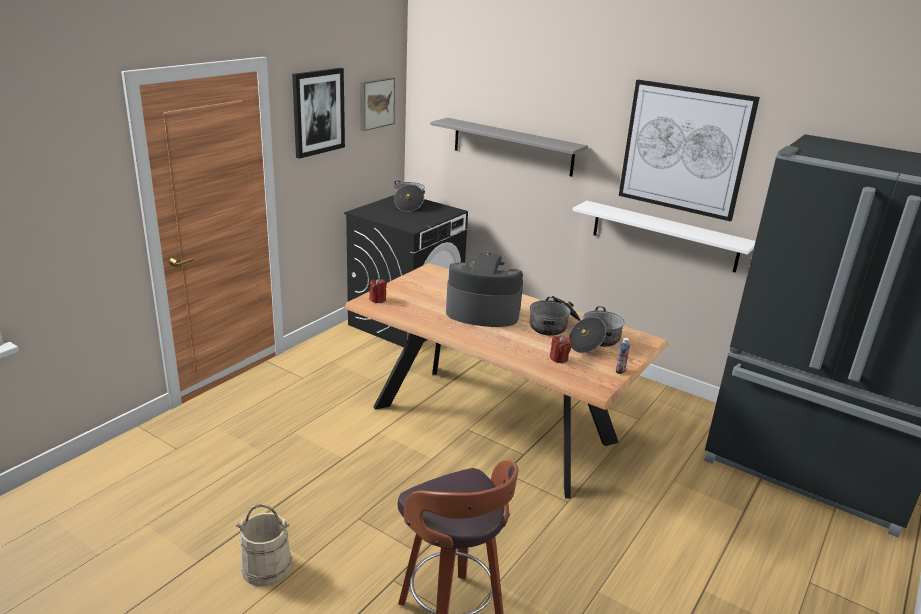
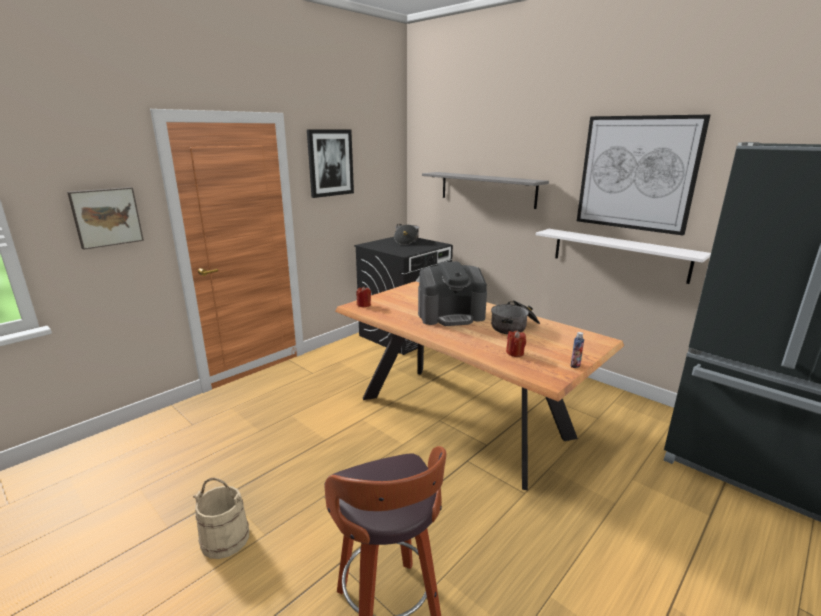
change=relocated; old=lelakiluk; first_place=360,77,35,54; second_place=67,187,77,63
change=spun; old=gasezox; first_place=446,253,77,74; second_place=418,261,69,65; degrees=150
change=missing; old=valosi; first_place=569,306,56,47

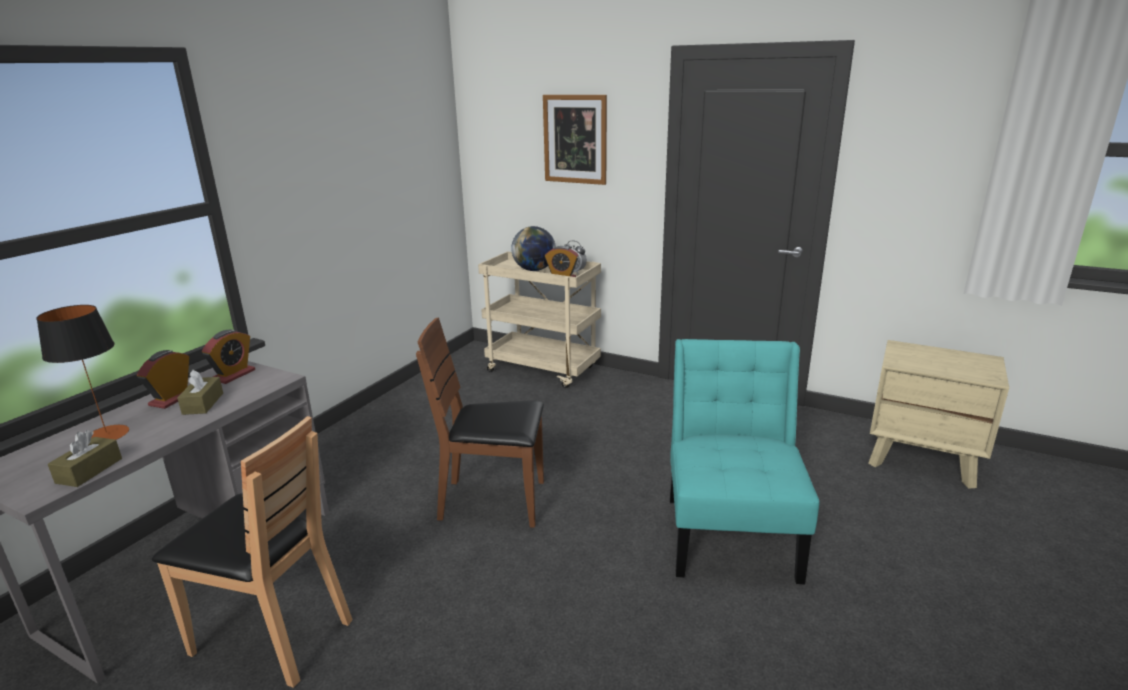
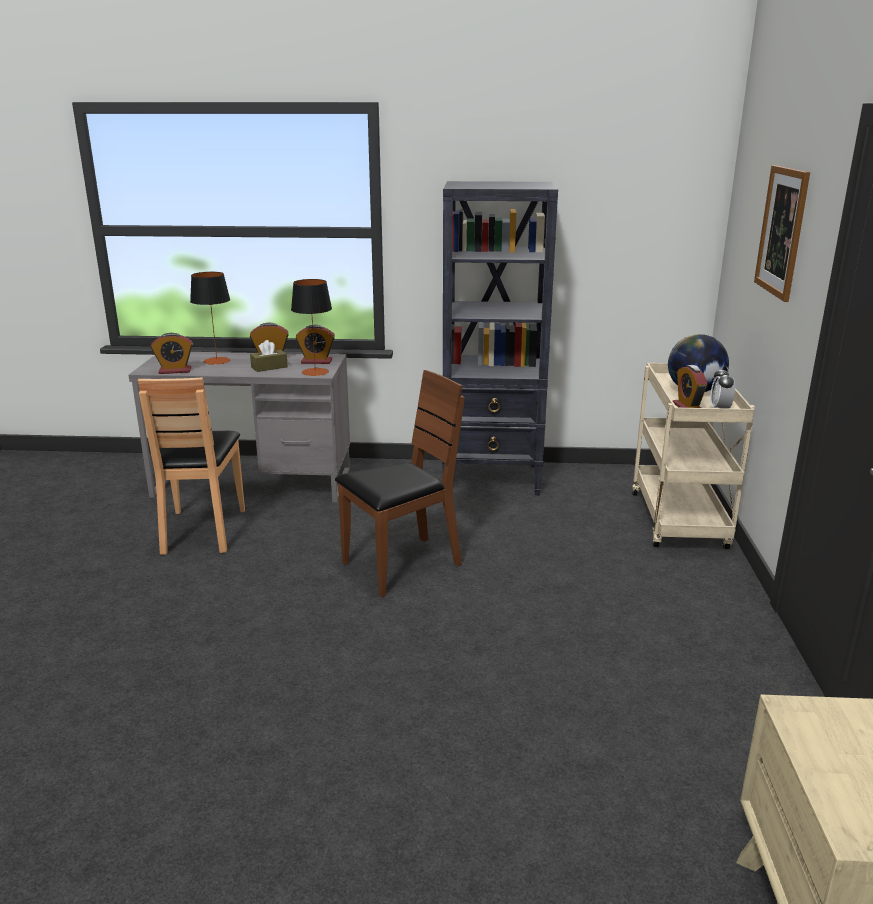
change=exchanged; old=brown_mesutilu; new=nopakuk; first_place=48,430,74,57; second_place=151,333,42,41
change=appeared; new=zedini; second_place=291,279,41,97
change=spun; old=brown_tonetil; first_place=416,317,128,211; second_place=335,370,130,227; degrees=75
change=appeared; new=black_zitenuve; second_place=442,181,116,315
change=missing; old=turquoise_tonetil; first_place=670,339,149,245

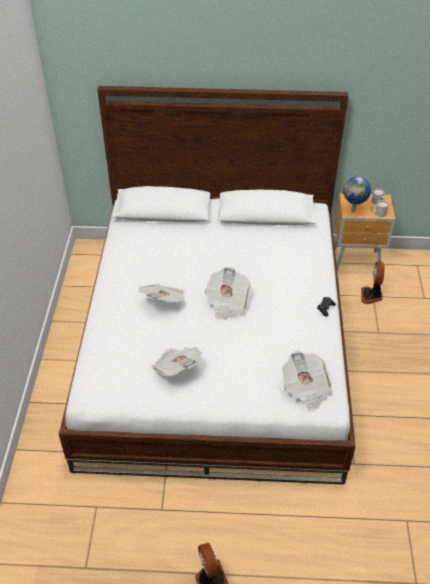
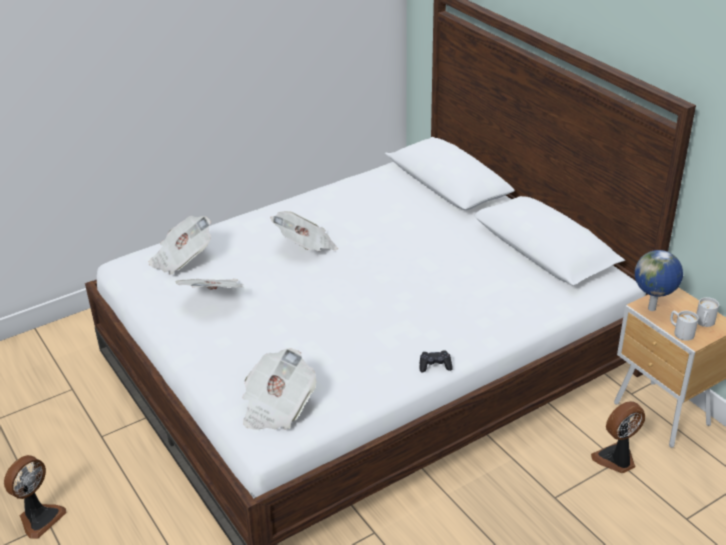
change=relocated; old=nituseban; first_place=205,267,46,53; second_place=149,216,62,59

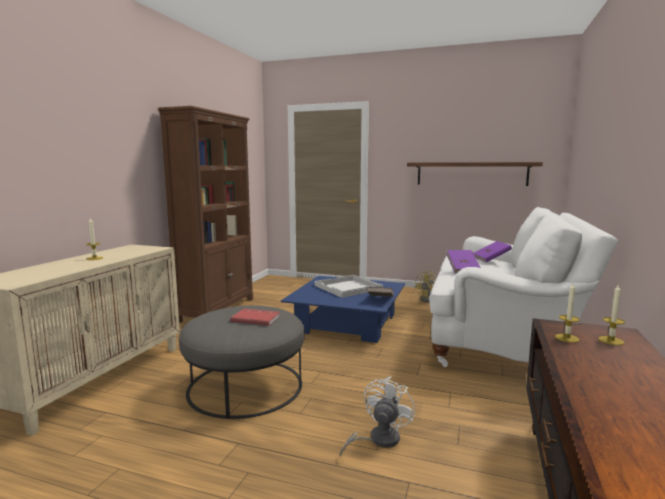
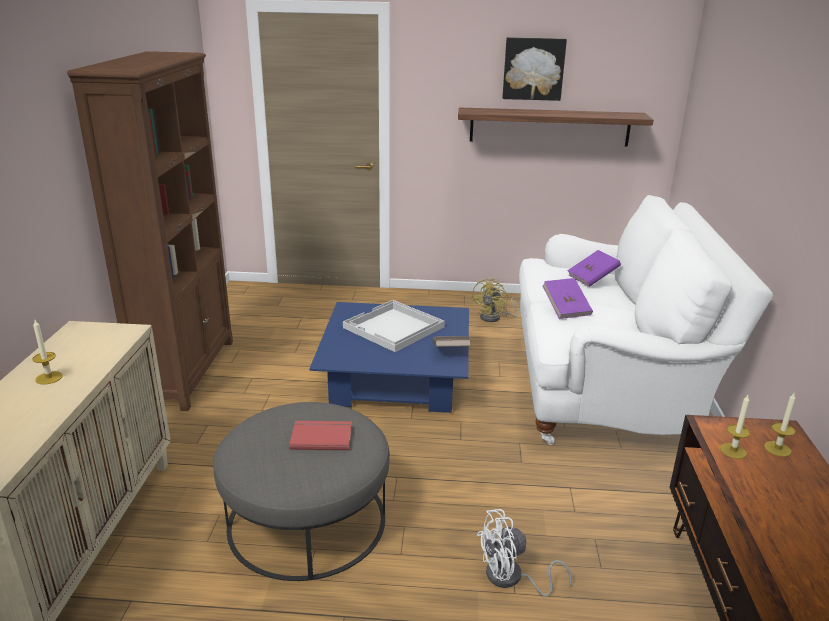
change=spun; old=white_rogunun; first_place=339,376,76,81; second_place=477,509,95,88; degrees=-120
change=appeared; new=lelakiluk; second_place=502,37,65,64

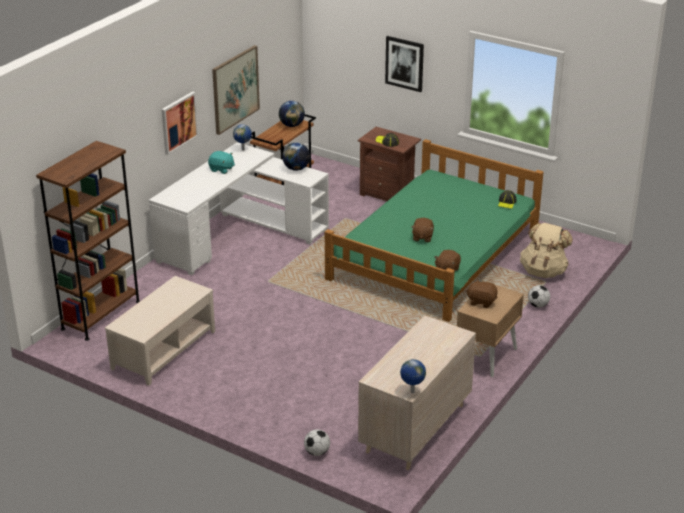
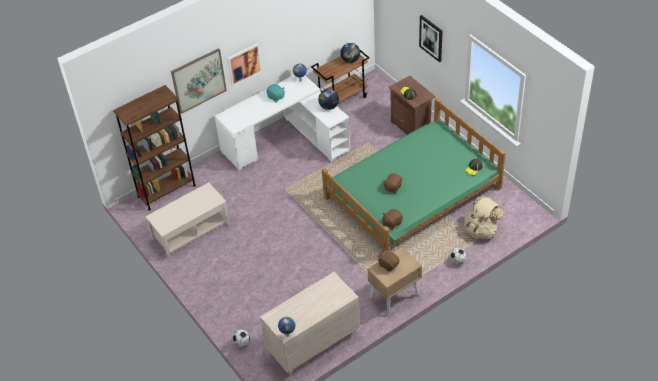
change=relocated; old=lelakiluk; first_place=212,45,48,90; second_place=171,48,56,66

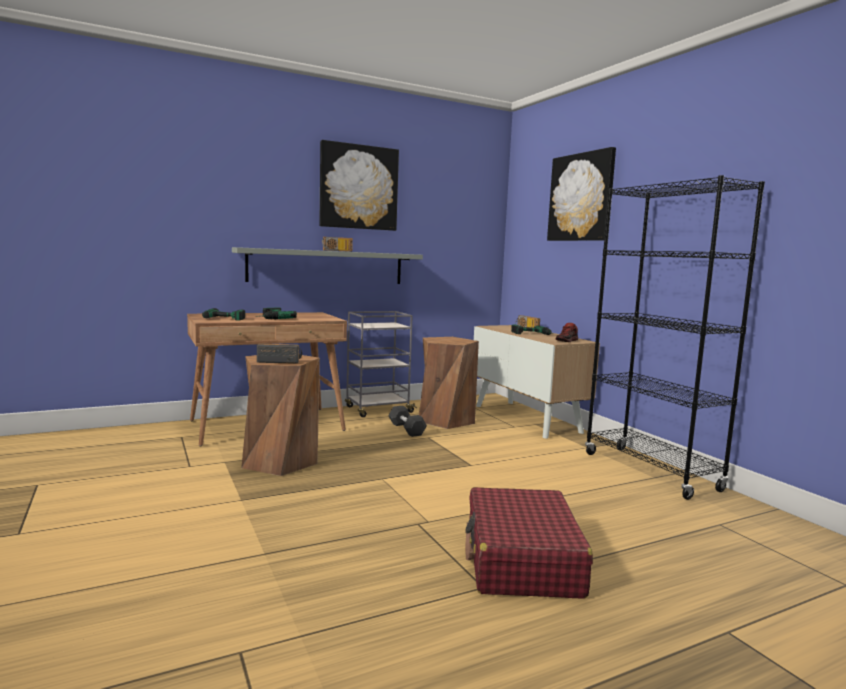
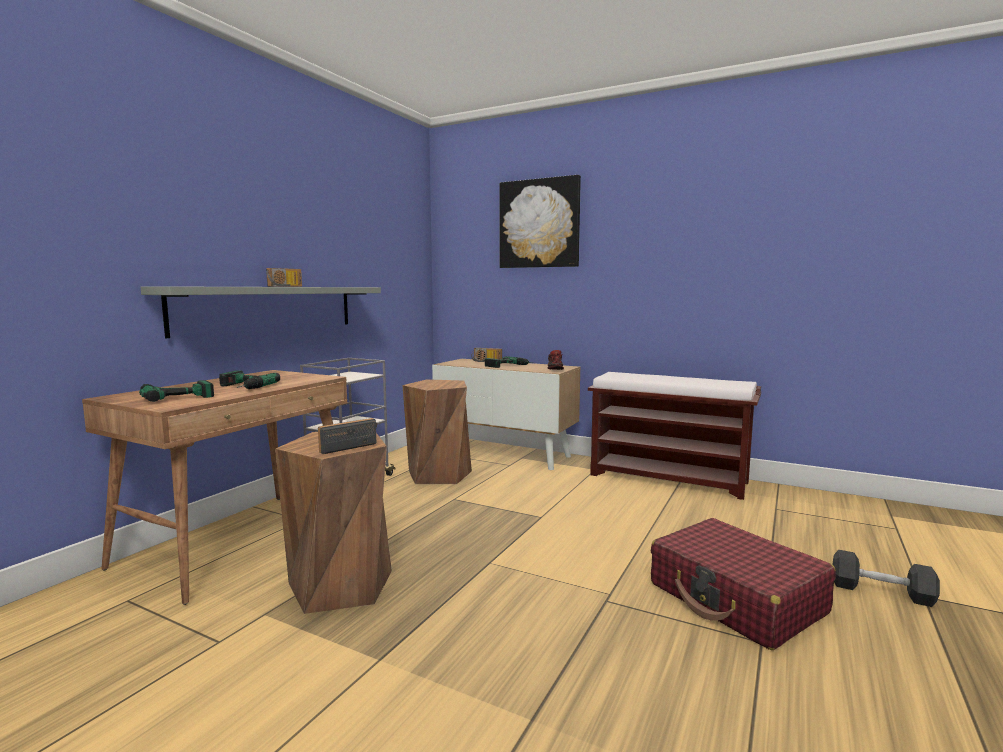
change=exchanged; old=black_zitenuve; new=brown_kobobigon; first_place=585,175,180,325; second_place=588,372,173,128
change=relocated; old=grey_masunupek; first_place=388,406,39,31; second_place=833,550,107,57
change=missing; old=lelakiluk; first_place=319,140,80,91

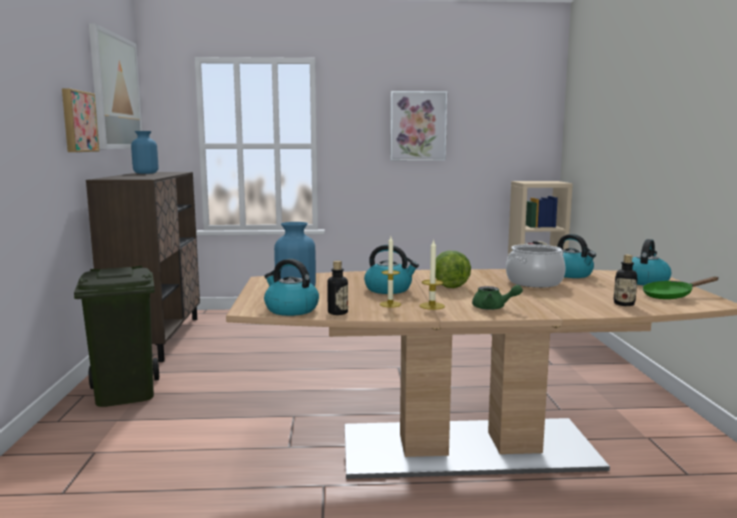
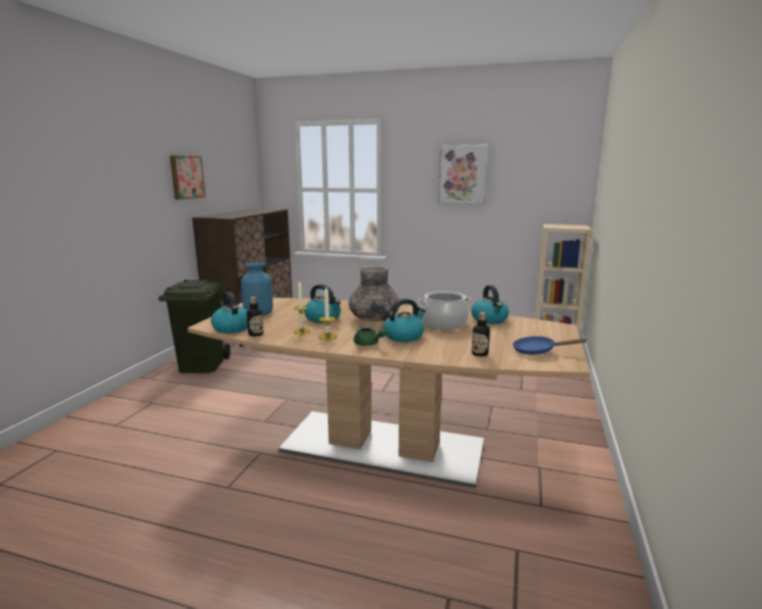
change=exchanged; old=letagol; new=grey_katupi; first_place=435,251,36,37; second_place=348,265,51,57
change=relocated; old=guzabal; first_place=632,239,39,47; second_place=383,299,42,43
change=colour; old=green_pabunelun; new=blue_pabunelun; first_place=642,277,77,22; second_place=513,336,74,19
change=missing; old=lelakiluk; first_place=89,23,53,126
change=missing; old=blue_katupi; first_place=131,131,27,43

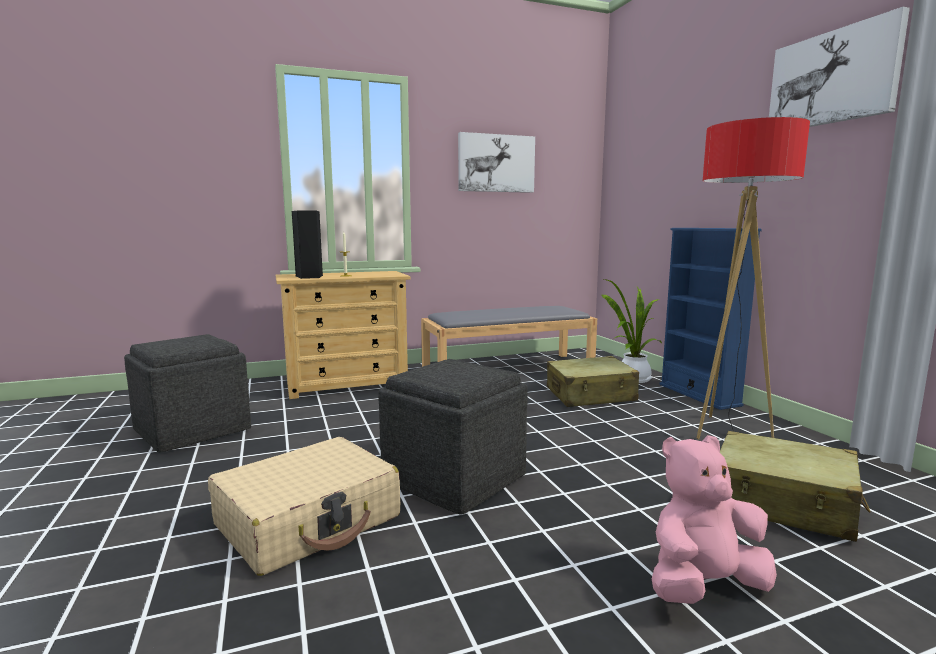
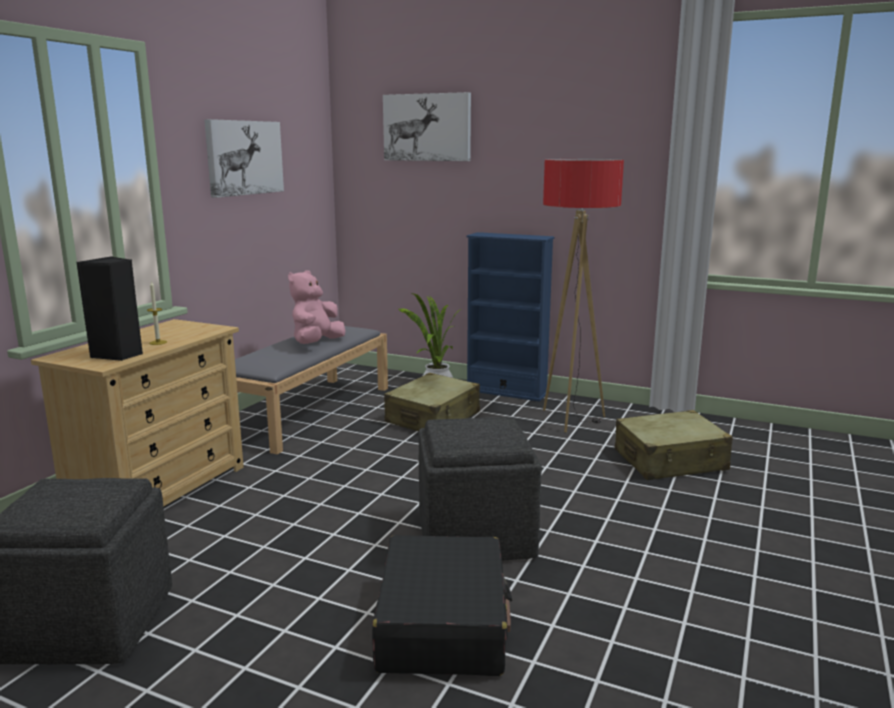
change=relocated; old=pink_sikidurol; first_place=652,435,125,169; second_place=288,270,57,74
change=colour; old=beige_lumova; new=black_lumova; first_place=208,437,192,139; second_place=372,535,140,141
change=relocated; old=lelakiluk; first_place=769,7,141,120; second_place=383,92,88,69

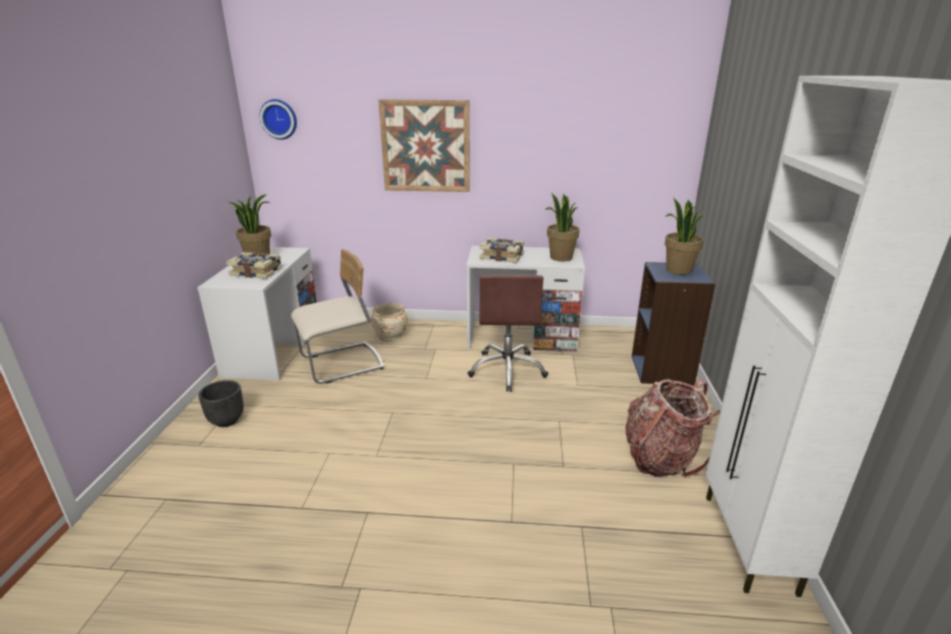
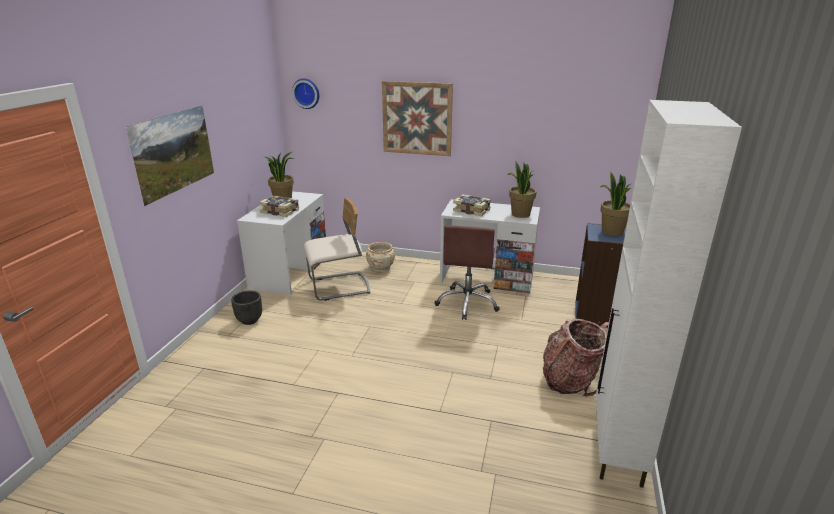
change=appeared; new=lelakiluk; second_place=126,105,88,101

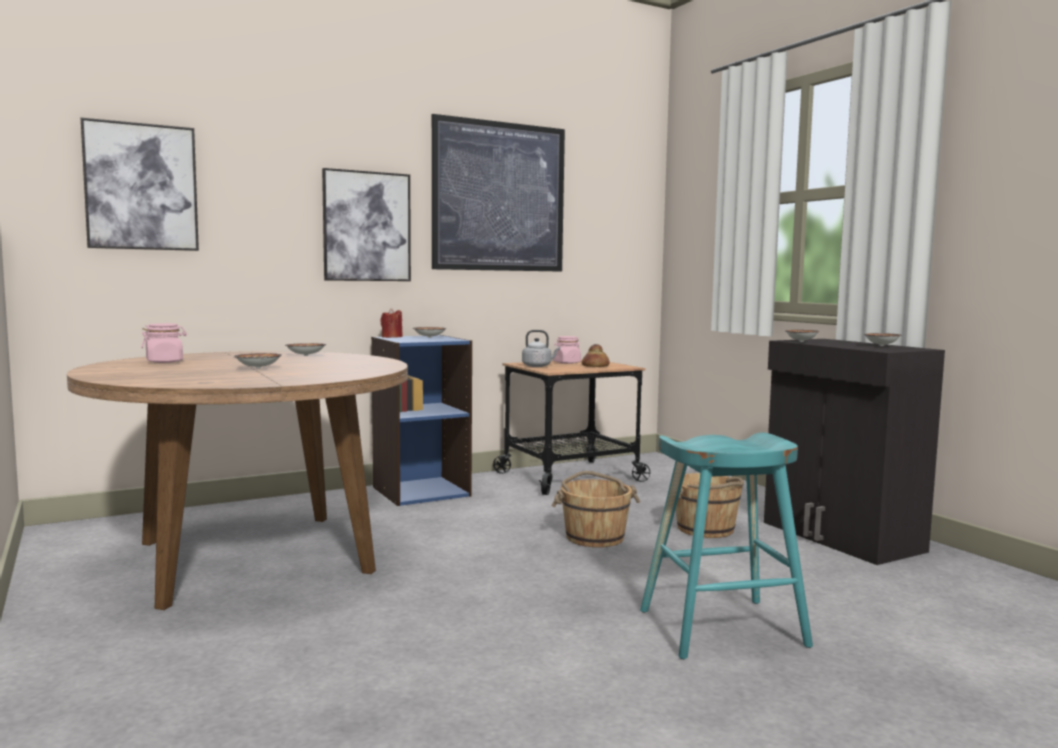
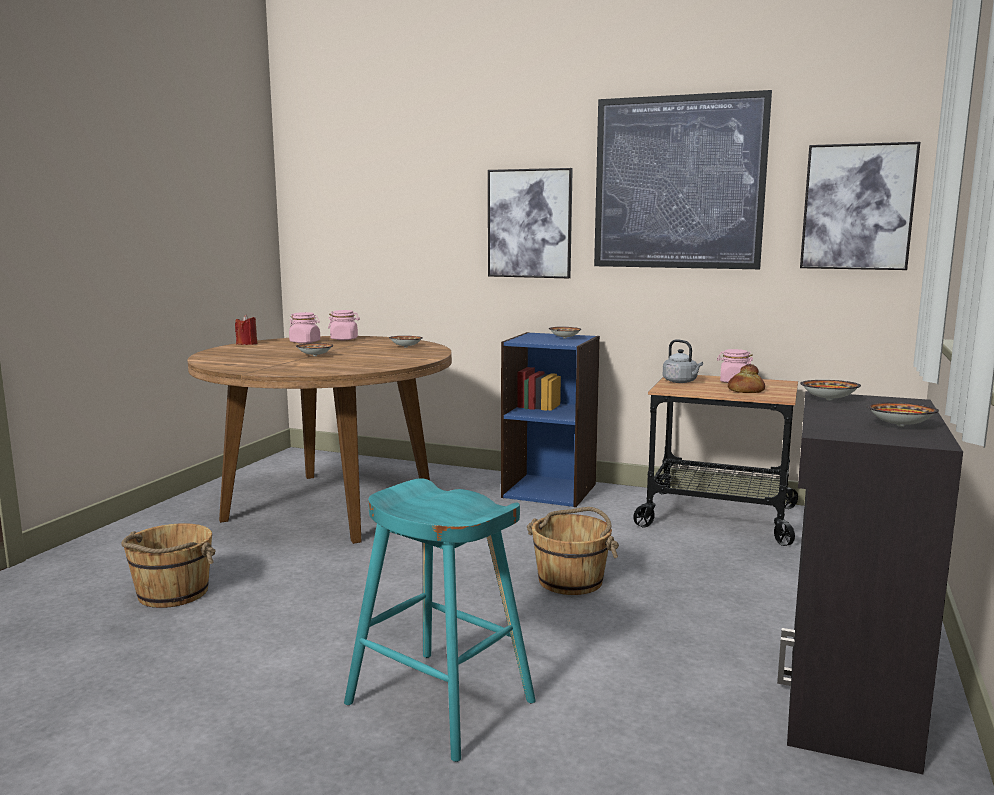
change=relocated; old=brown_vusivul; first_place=676,473,68,65; second_place=122,523,94,85
change=relocated; old=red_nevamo; first_place=380,308,23,30; second_place=235,315,22,30
change=appeared; new=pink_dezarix; second_place=328,310,32,30
change=relocated; old=lelakiluk; first_place=81,118,118,133; second_place=800,142,120,128

